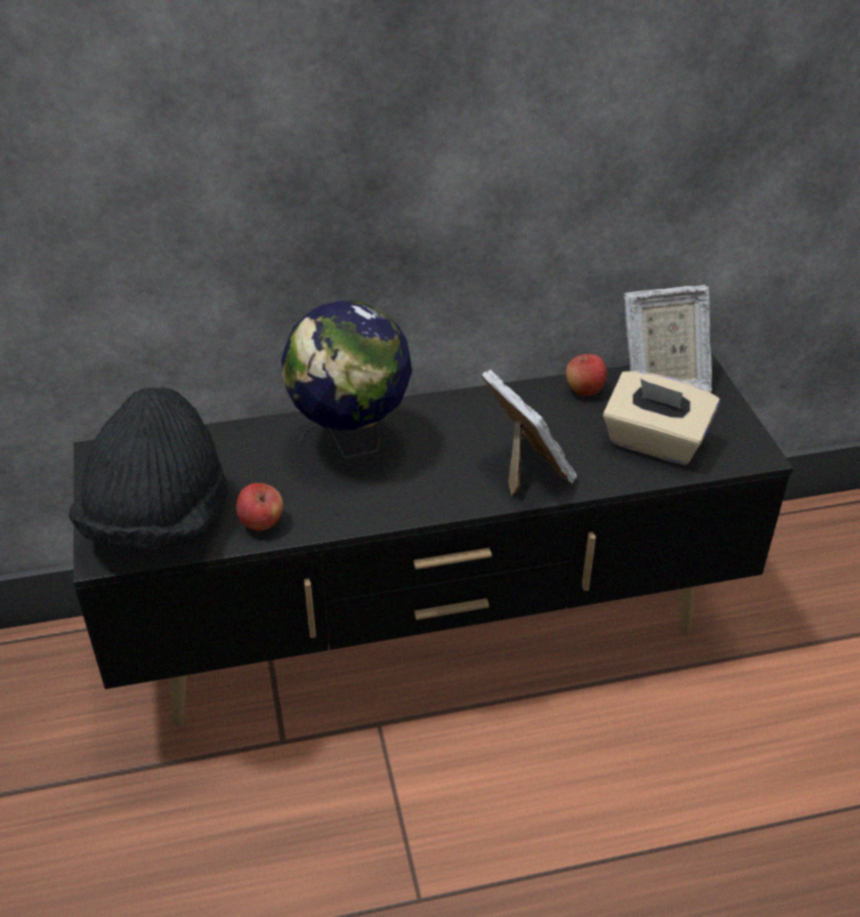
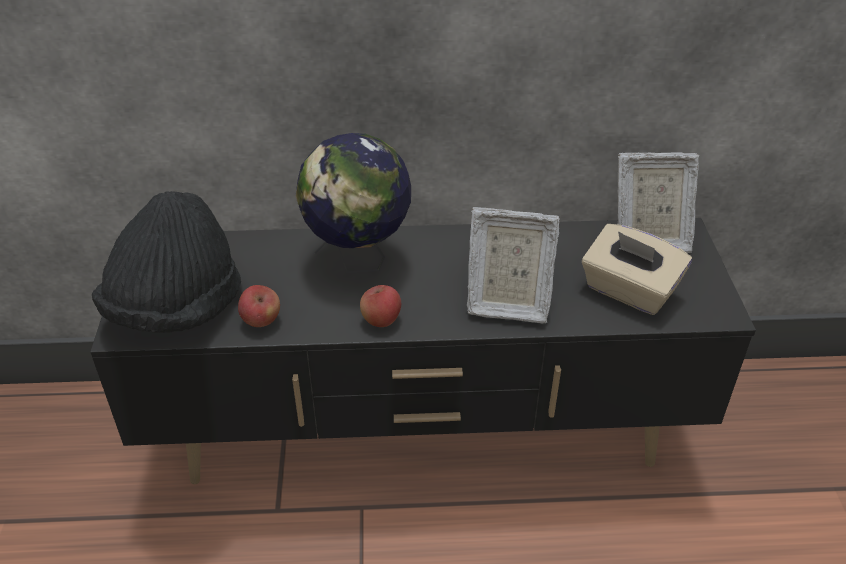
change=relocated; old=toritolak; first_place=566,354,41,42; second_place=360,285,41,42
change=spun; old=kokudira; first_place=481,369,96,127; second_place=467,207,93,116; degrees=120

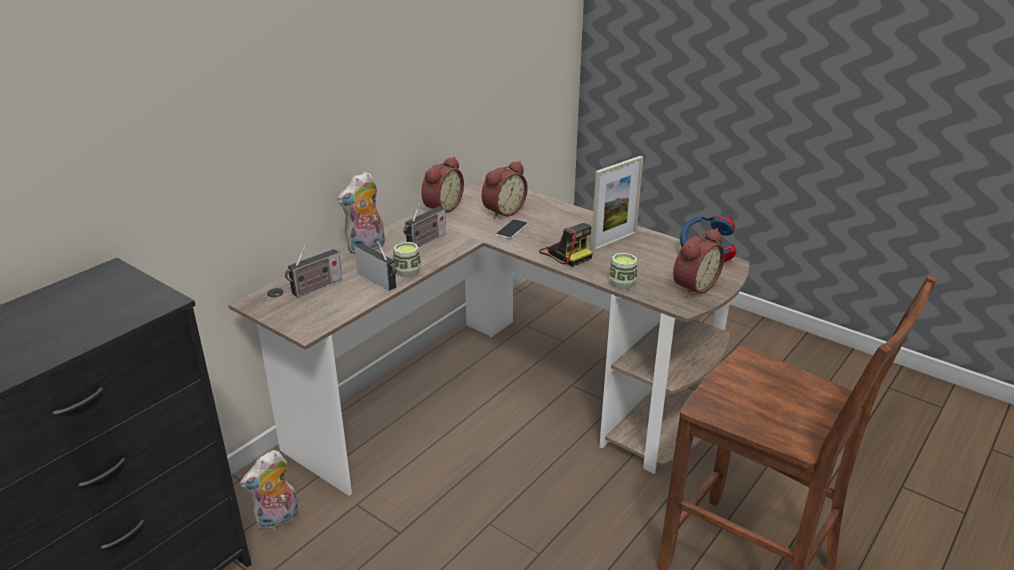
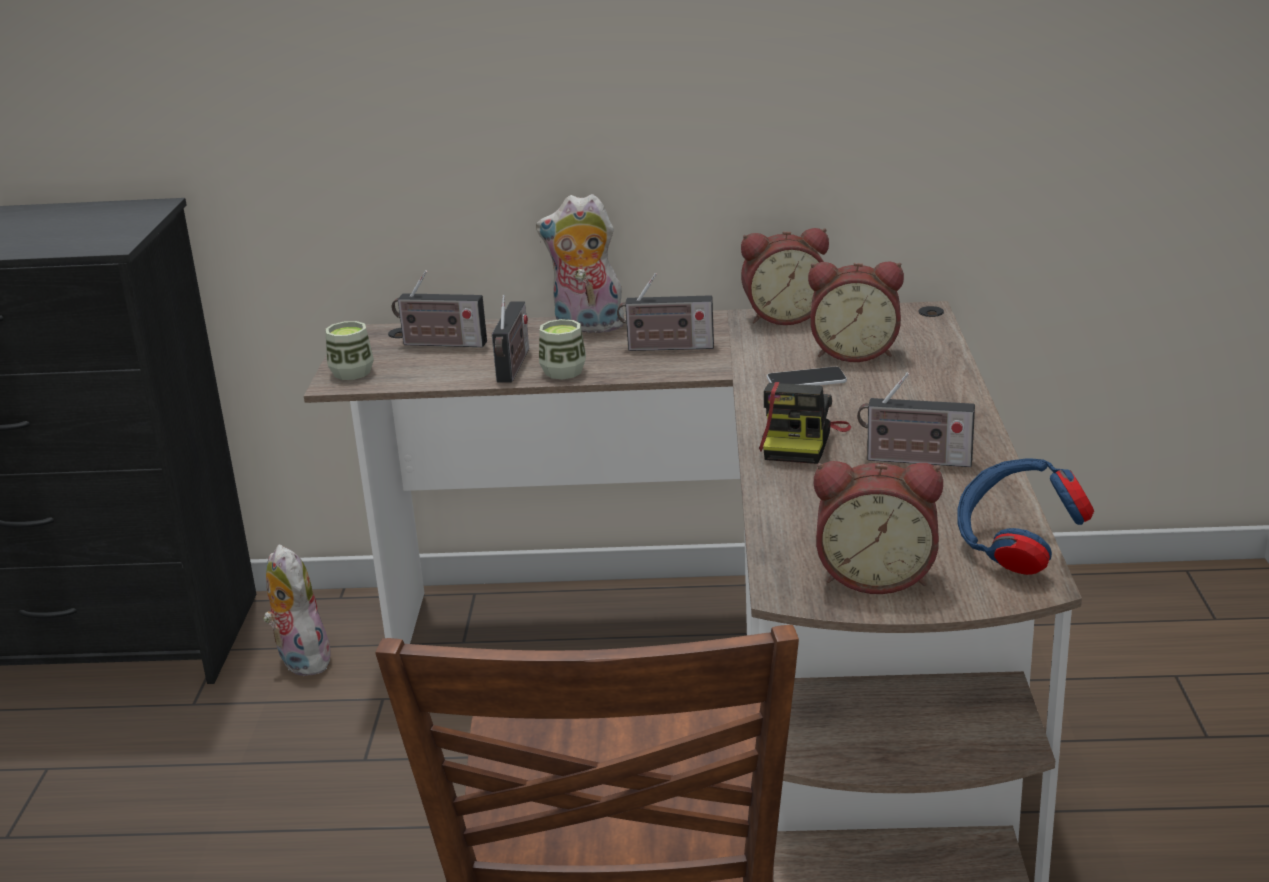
change=spun; old=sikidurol; first_place=240,450,58,81; second_place=263,544,70,132; degrees=45
change=relocated; old=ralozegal; first_place=609,253,28,36; second_place=325,321,49,59
change=exchanged; old=kokudira; new=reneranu; first_place=591,156,52,96; second_place=857,372,118,95

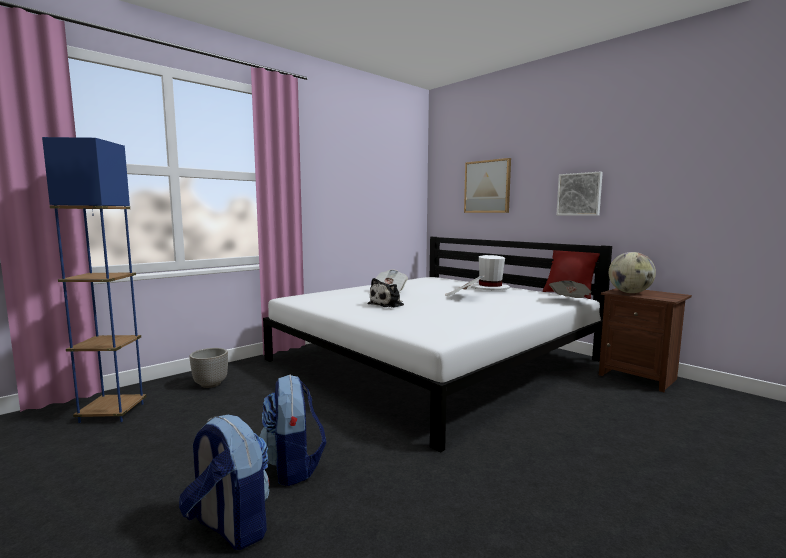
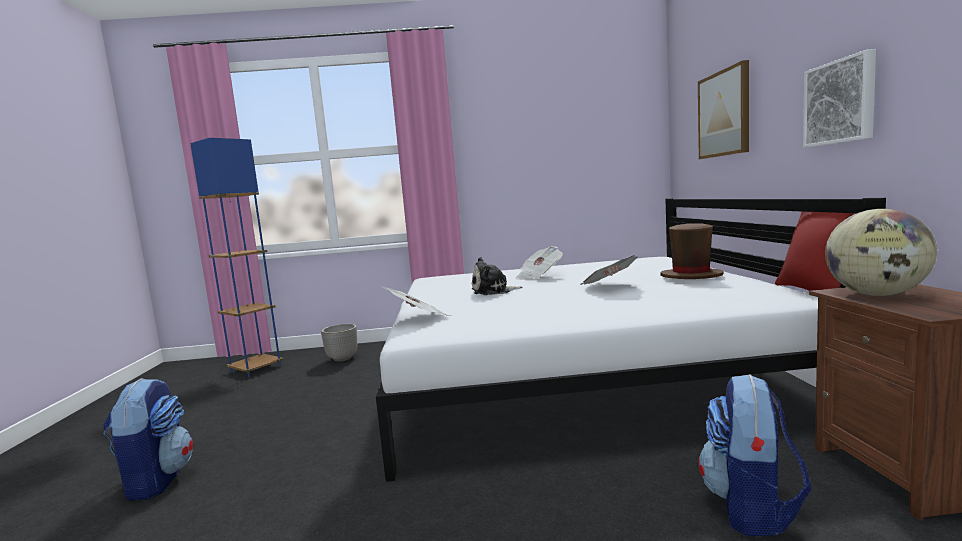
change=relocated; old=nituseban; first_place=549,280,43,18; second_place=379,286,71,30
change=colour; old=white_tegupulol; new=brown_tegupulol; first_place=471,255,39,35; second_place=660,223,63,56
change=relocated; old=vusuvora; first_place=259,374,68,112; second_place=698,374,114,162

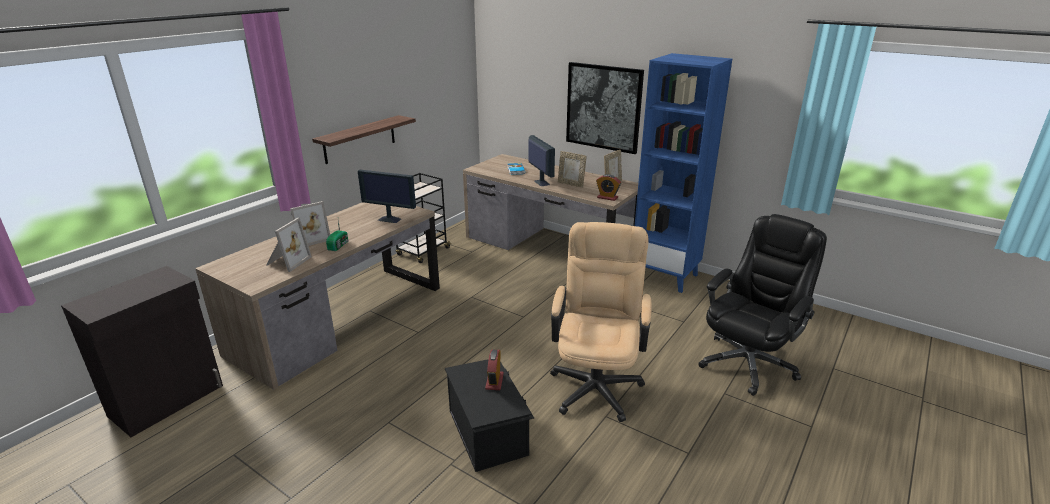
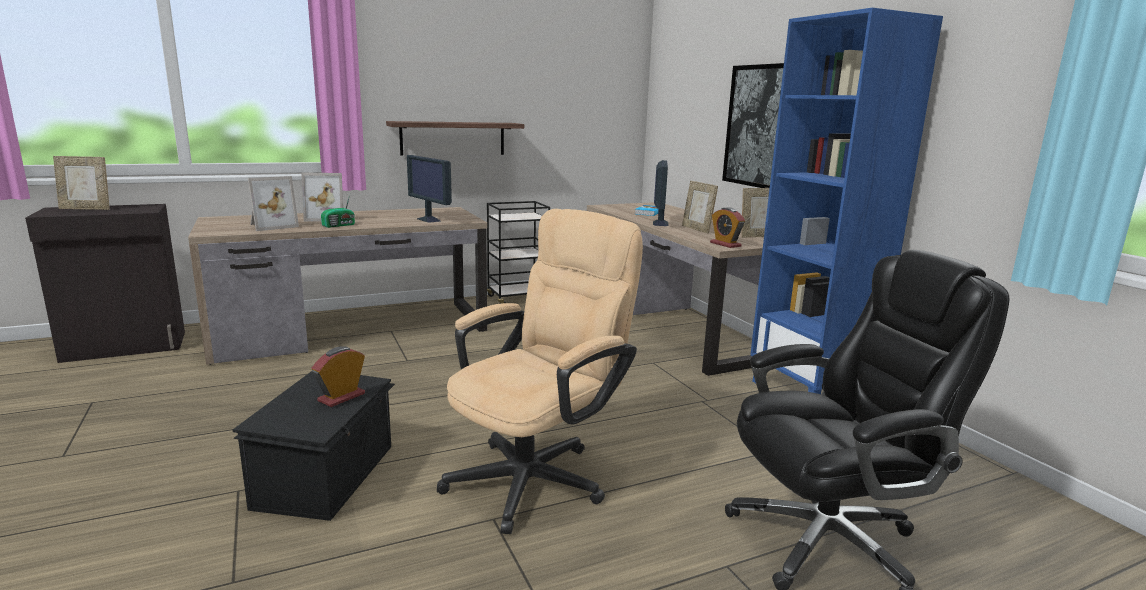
change=appeared; new=kokudira; second_place=53,156,57,54

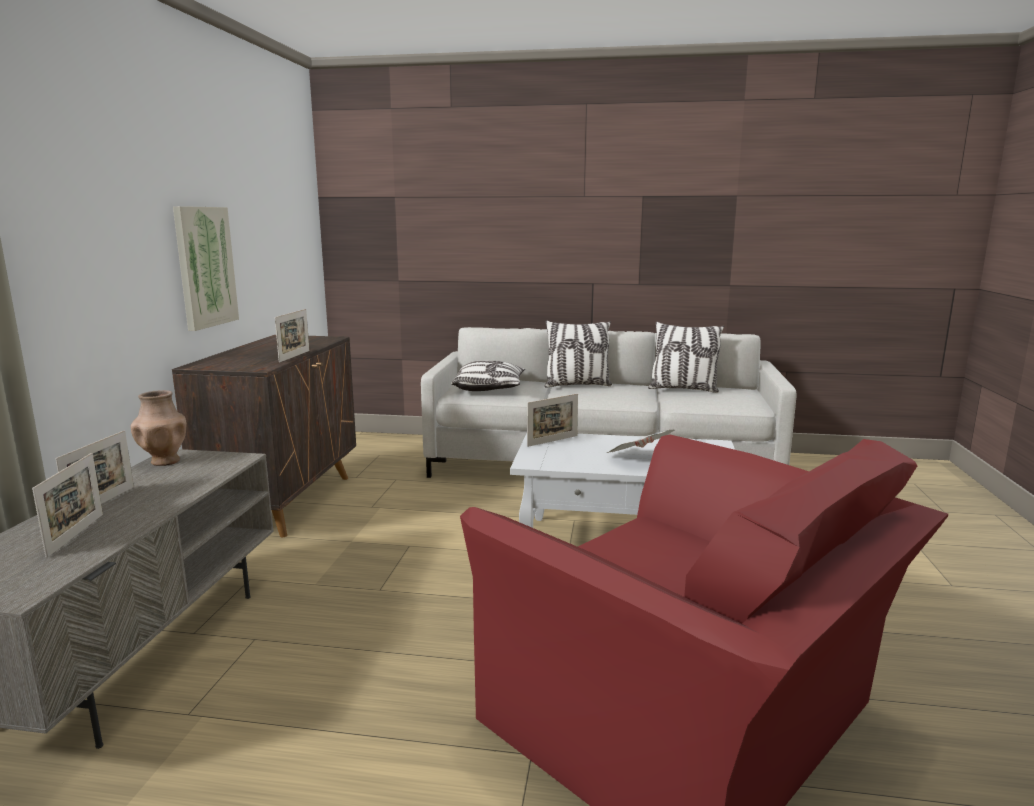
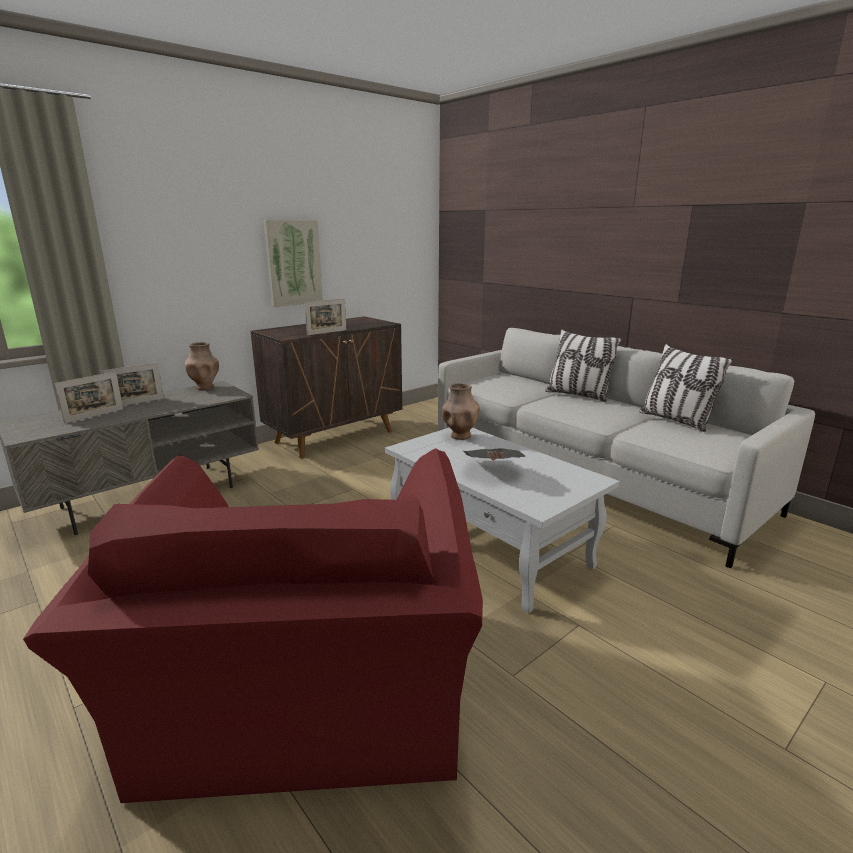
change=exchanged; old=kokudira; new=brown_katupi; first_place=527,393,51,54; second_place=442,383,38,57
change=missing; old=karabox; first_place=451,360,74,31

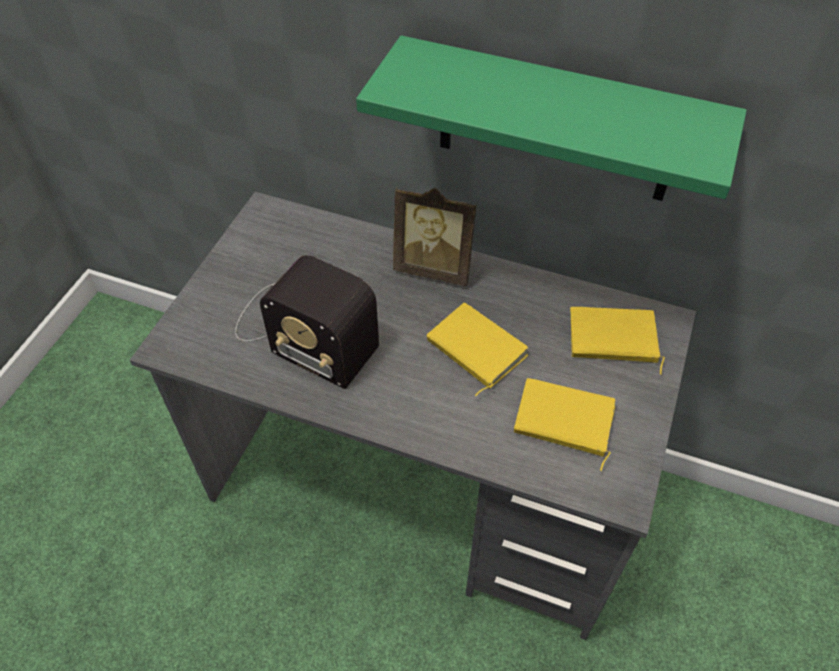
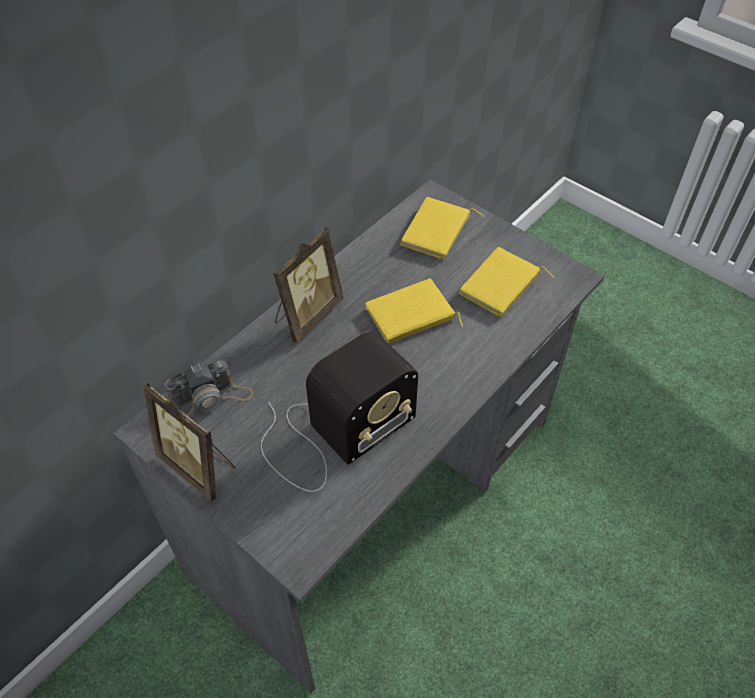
change=appeared; new=kokudira; second_place=144,382,92,120
change=appeared; new=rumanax; second_place=164,360,89,56
change=missing; old=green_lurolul; first_place=356,35,391,166

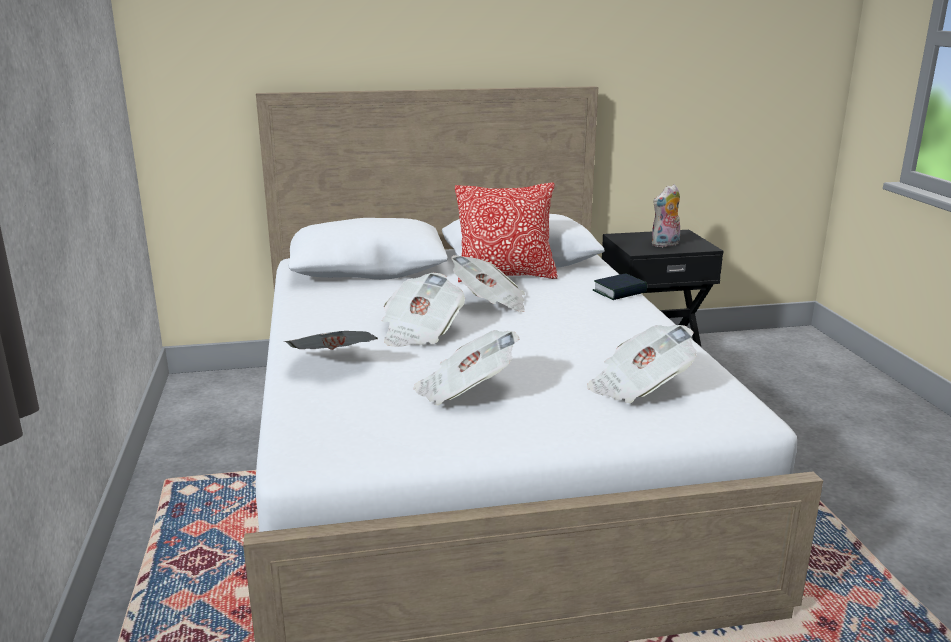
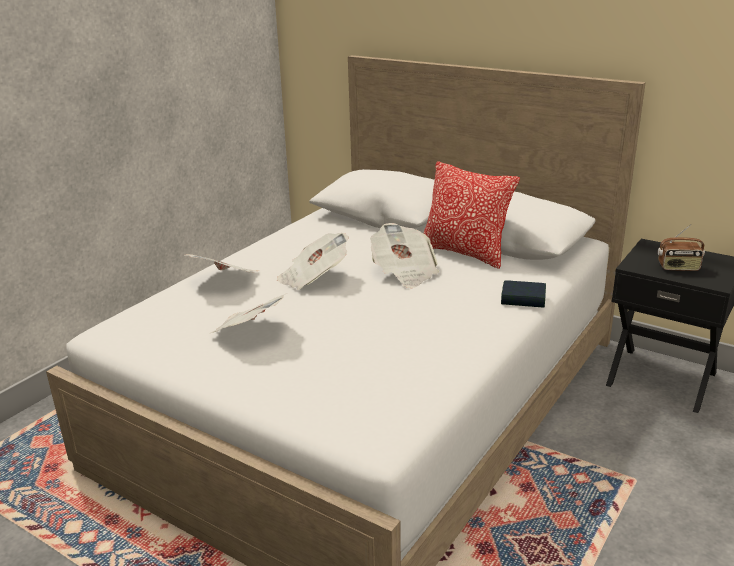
change=exchanged; old=sikidurol; new=reneranu; first_place=652,184,28,63; second_place=658,225,47,46
change=missing; old=nituseban; first_place=587,325,110,78

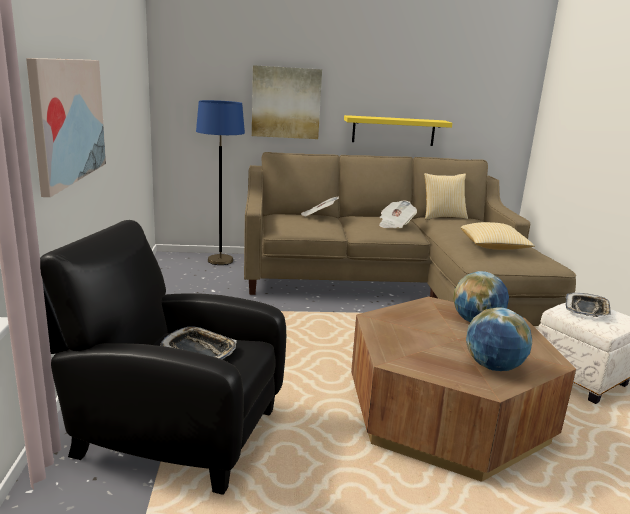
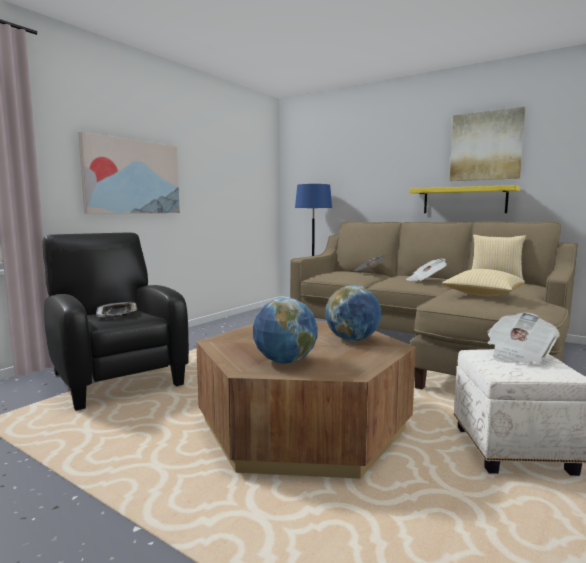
change=relocated; old=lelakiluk; first_place=252,65,70,74; second_place=450,107,76,74
change=exchanged; old=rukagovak; new=nituseban; first_place=565,293,46,24; second_place=487,312,73,51

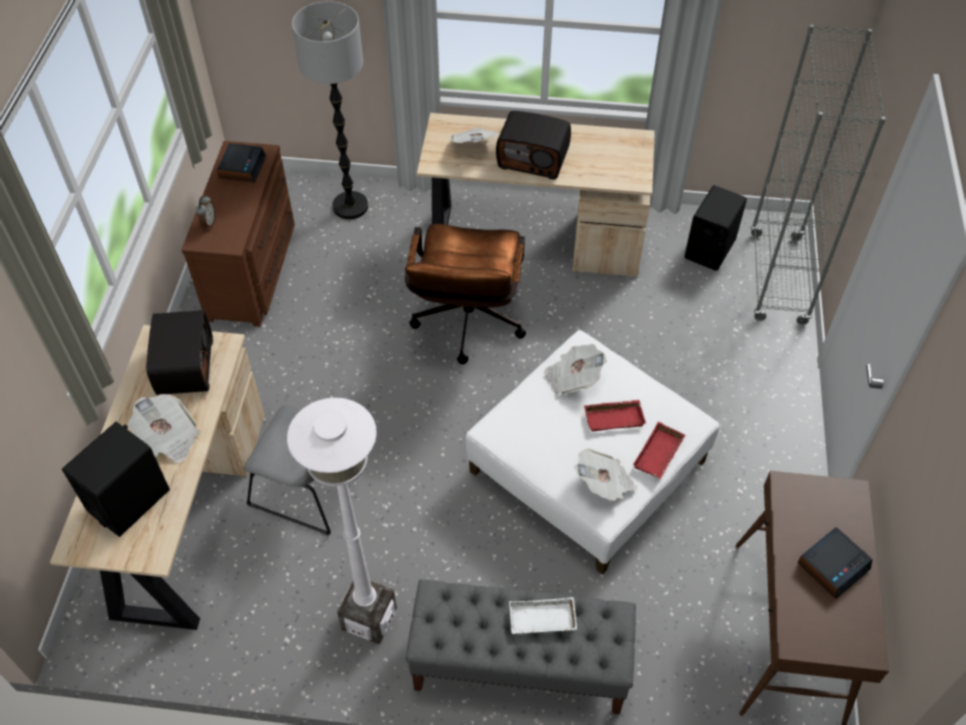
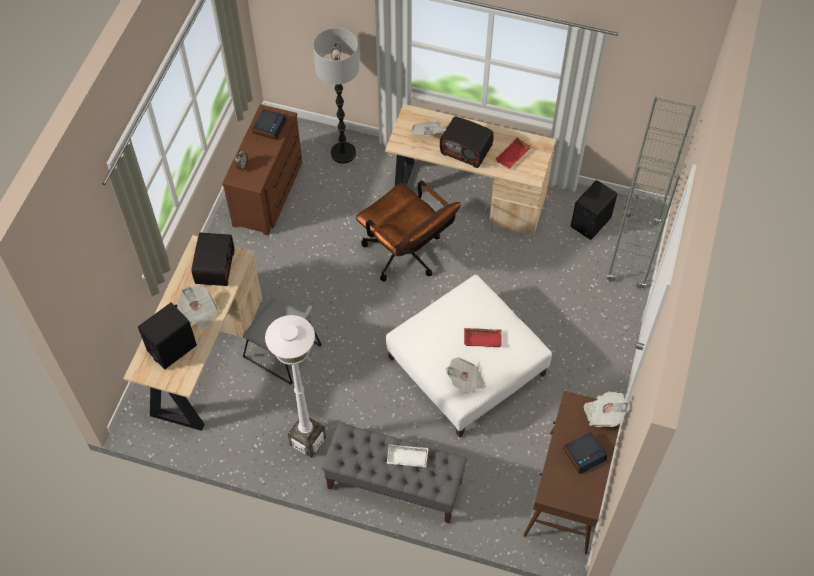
change=spun; old=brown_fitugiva; first_place=405,224,121,140; second_place=356,181,105,100; degrees=-60
change=relocated; old=red_rukagovak; first_place=633,422,52,57; second_place=496,138,35,31
change=relocated; old=nituseban; first_place=544,344,63,51; second_place=583,392,47,35

